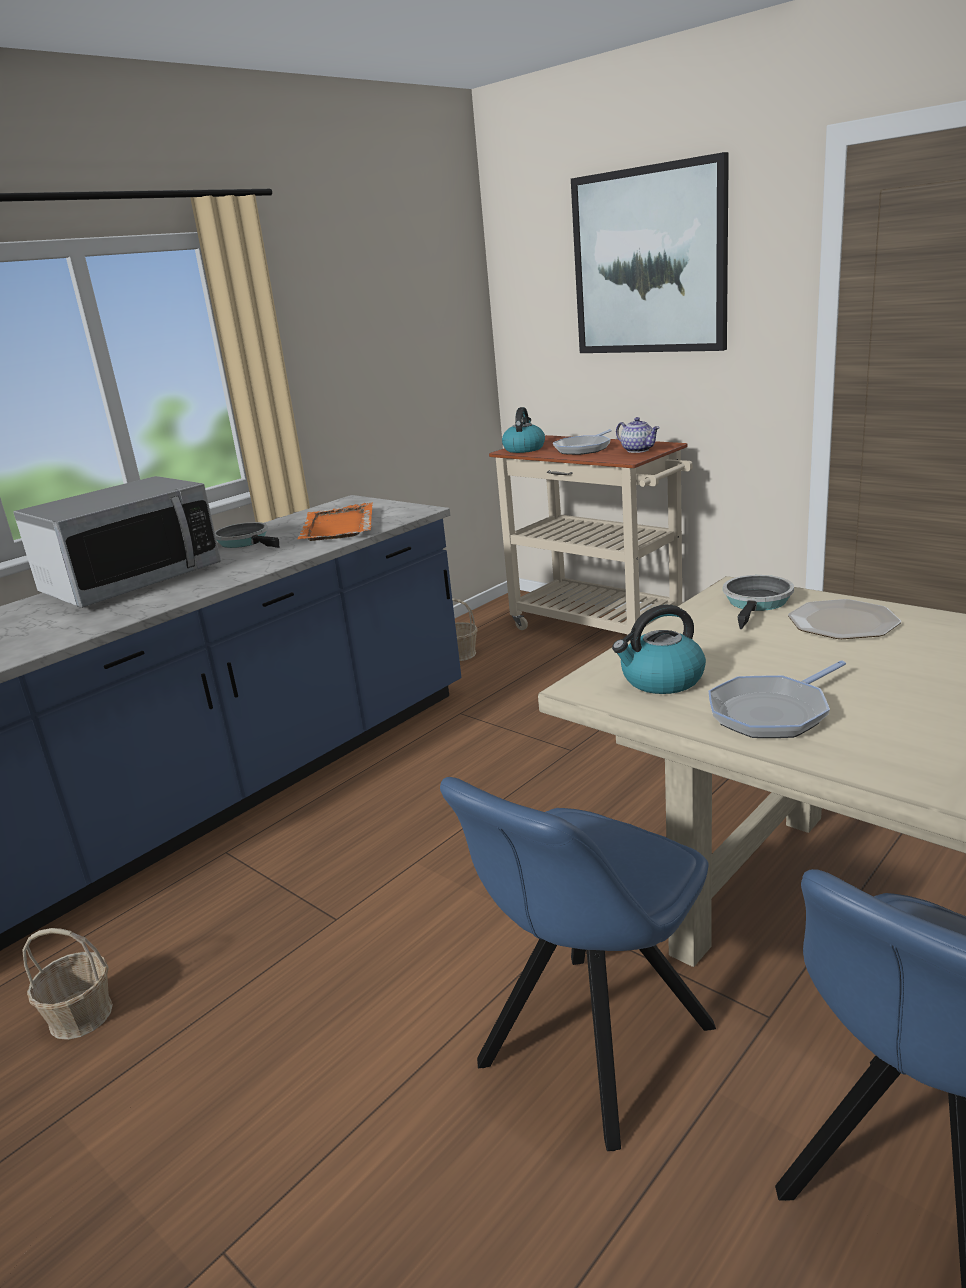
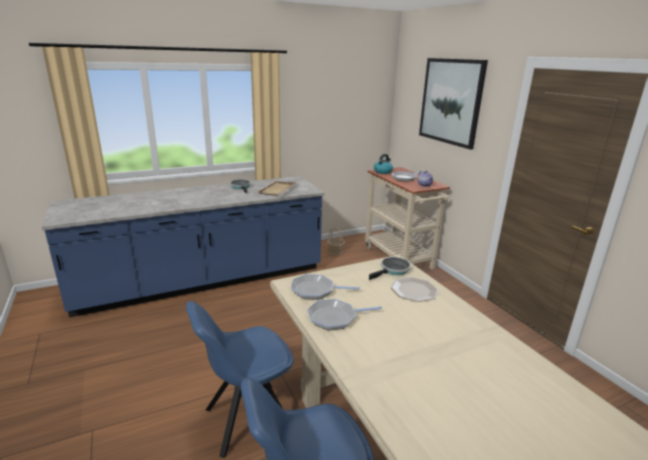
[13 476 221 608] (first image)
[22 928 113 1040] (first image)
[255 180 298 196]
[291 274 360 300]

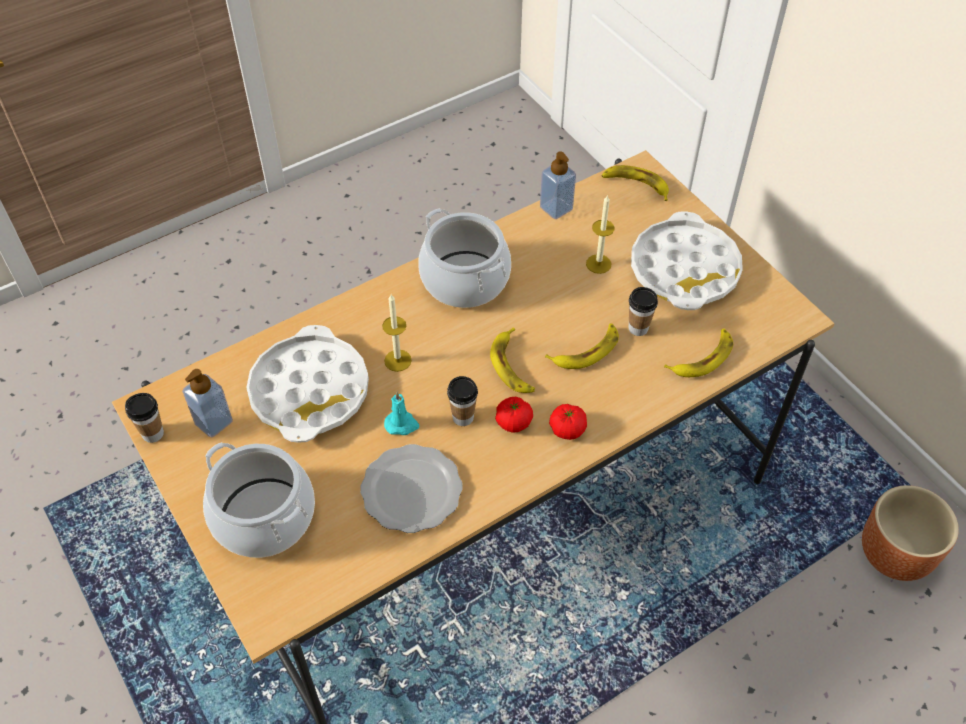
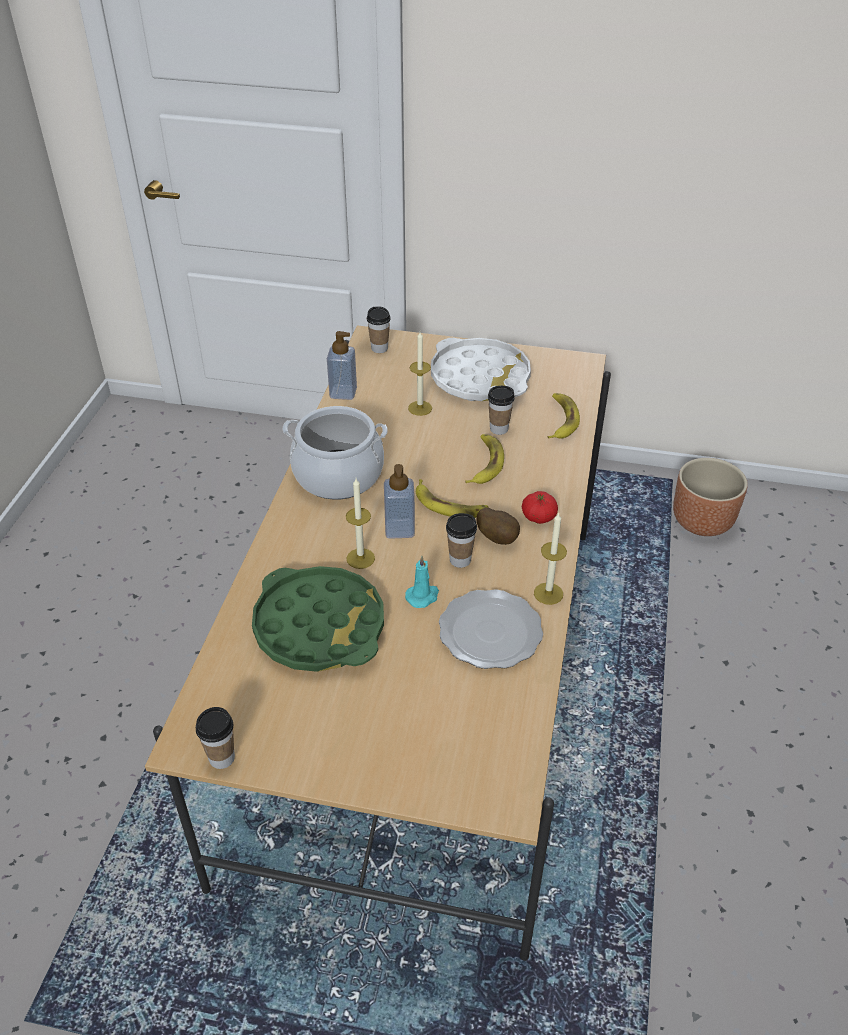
[384 464 415 539]
[203 442 315 558] (first image)
[252 566 384 672]
[477 507 520 545]
[367 306 391 353]
[534 512 567 605]

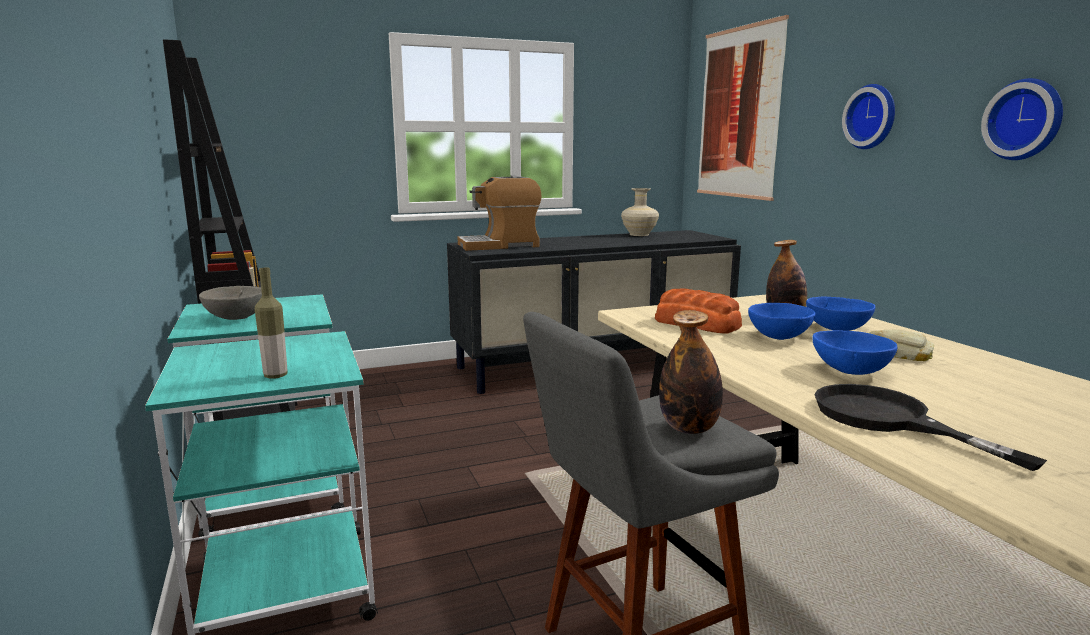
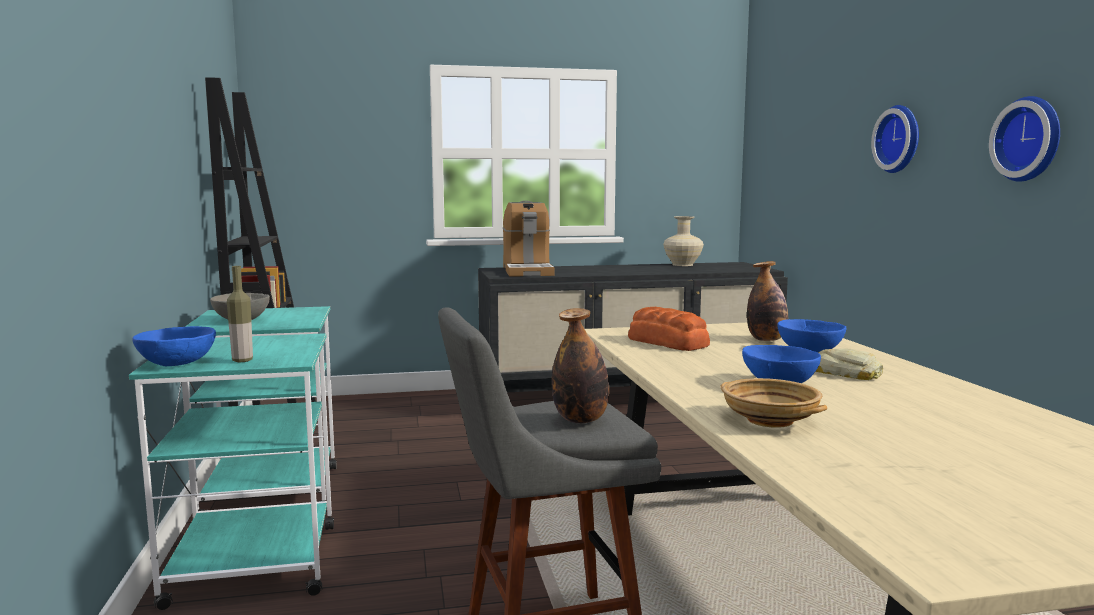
[503 201 554 277]
[697 15 789 201] (first image)
[132 326 216 366]
[720 378 827 428]

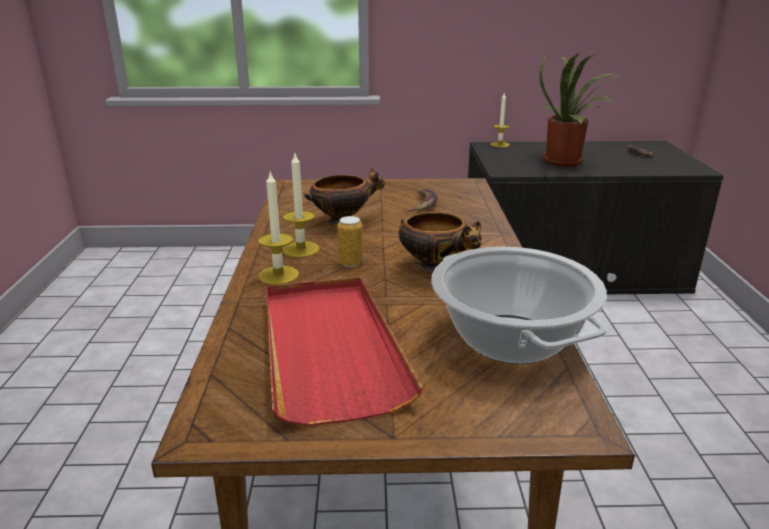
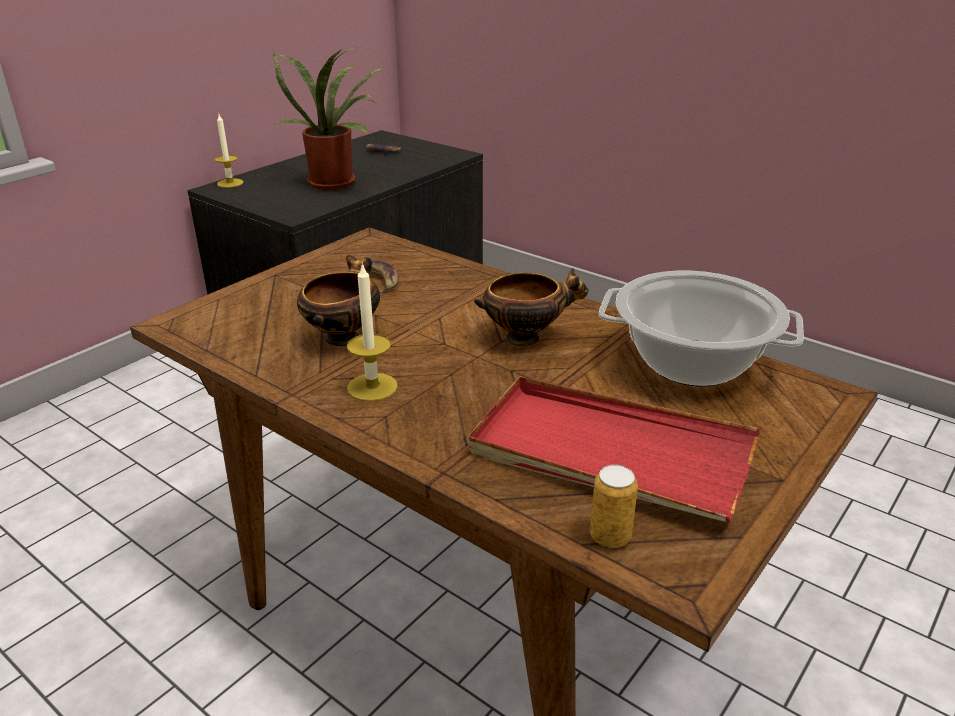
[258 172 299 285] (first image)
[590 465 638 548]

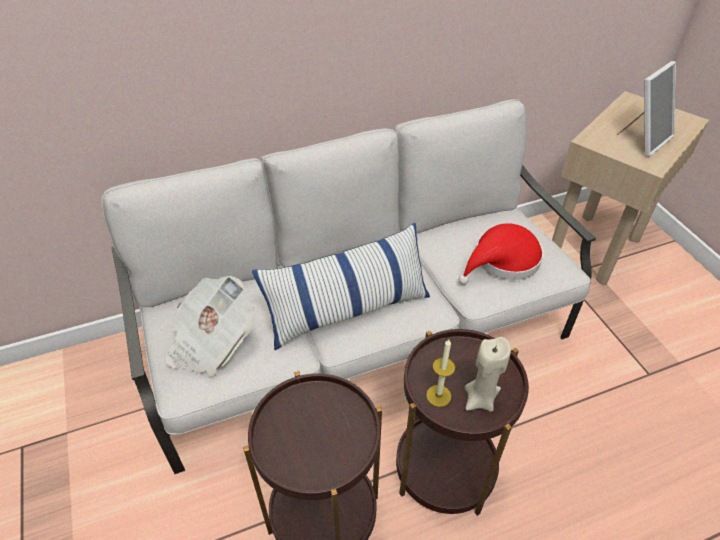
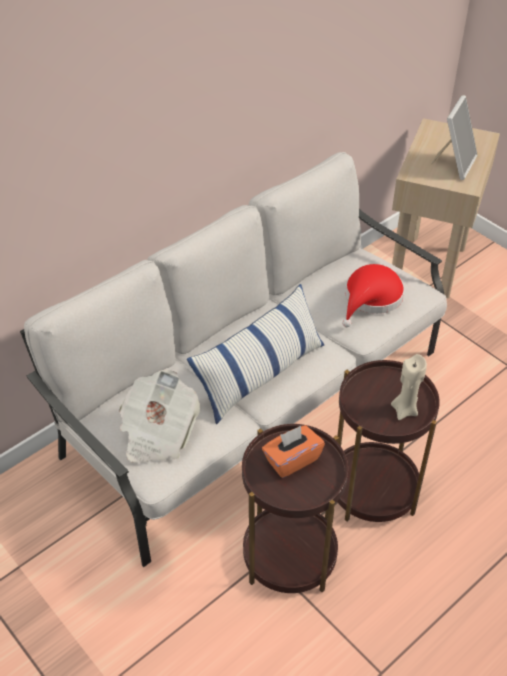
[426 339 455 407] (first image)
[262 425 325 478]

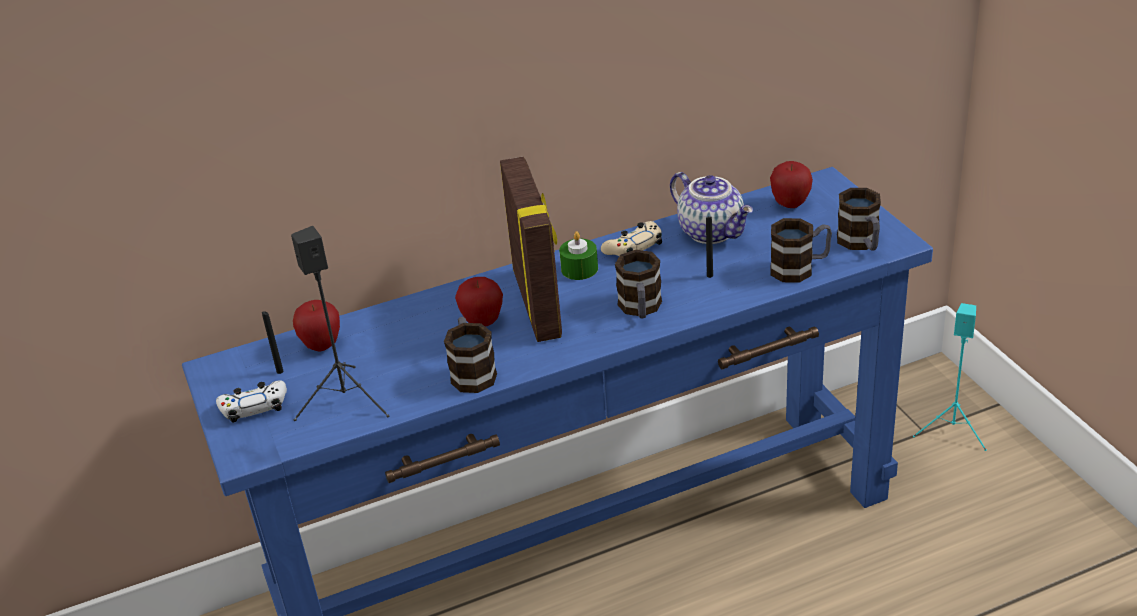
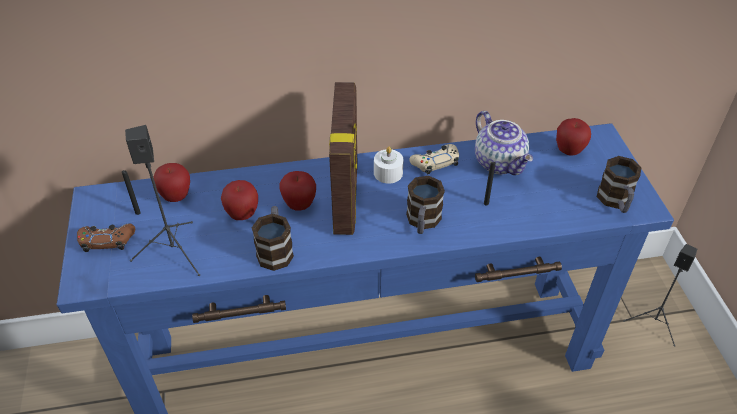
[77 223 135 252]
[374 147 404 183]
[770 218 832 283] (first image)
[623 244 697 347]
[221 180 258 220]

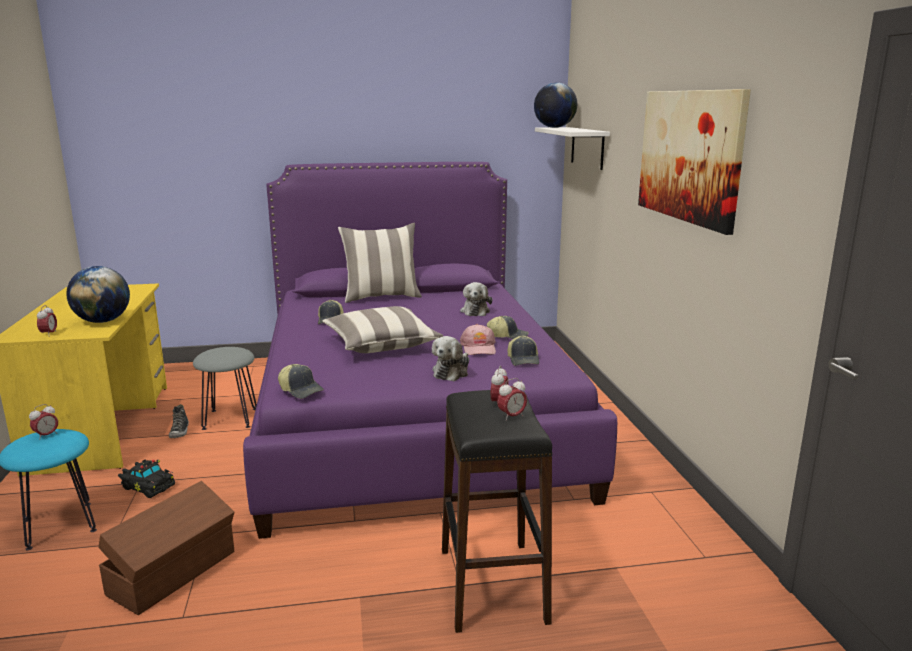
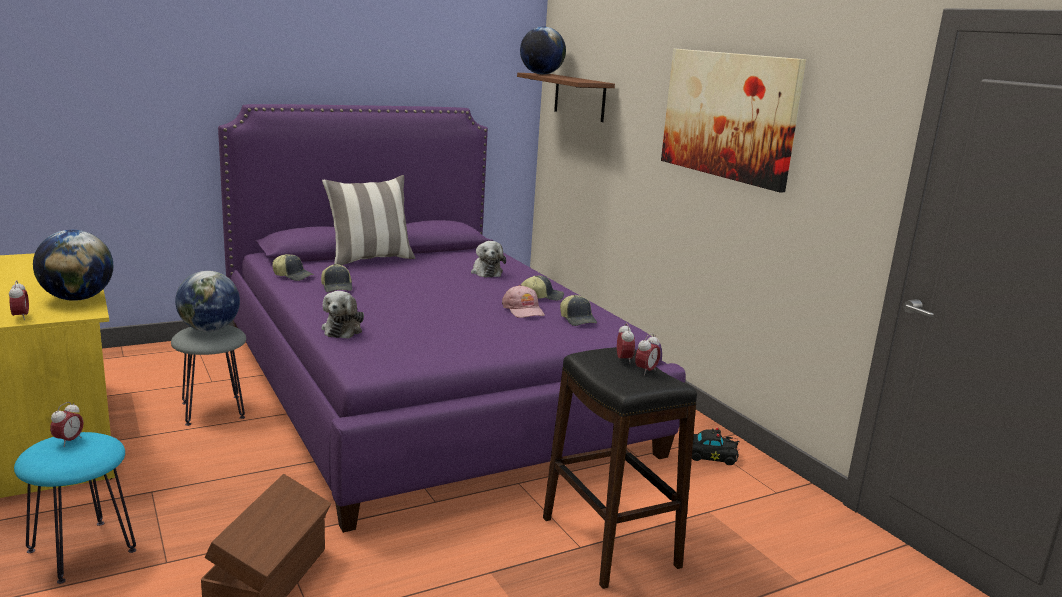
[692 428 740 465]
[169 404 189 438] (first image)
[273 254 314 281]
[323 306 443 353] (first image)
[322 291 364 339]
[517 73 615 122]
[175 271 240 332]

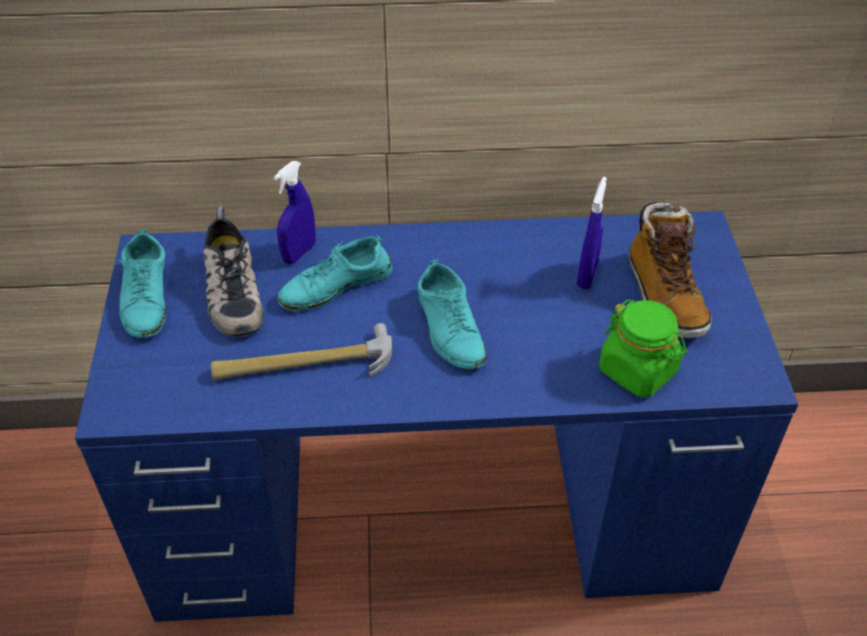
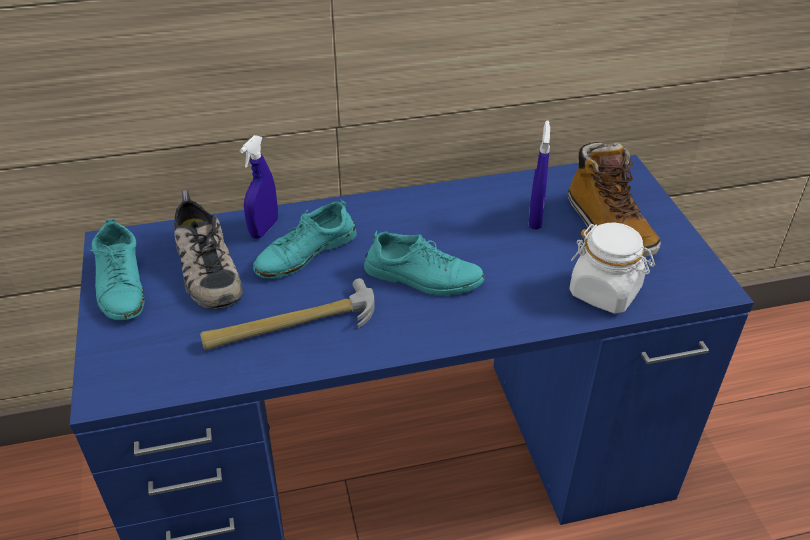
[364 231 485 296]
[570 223 655 314]

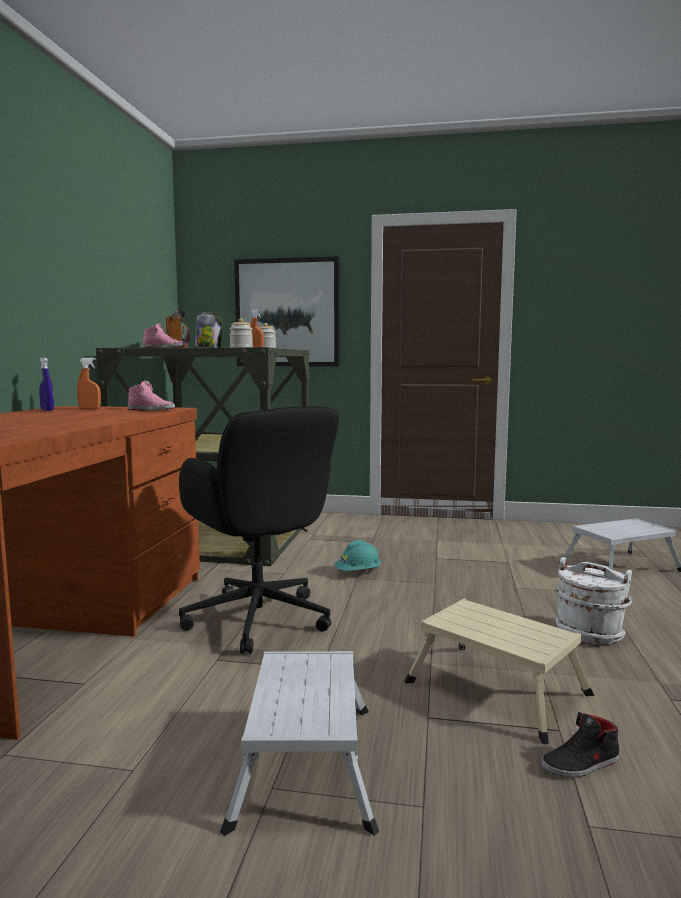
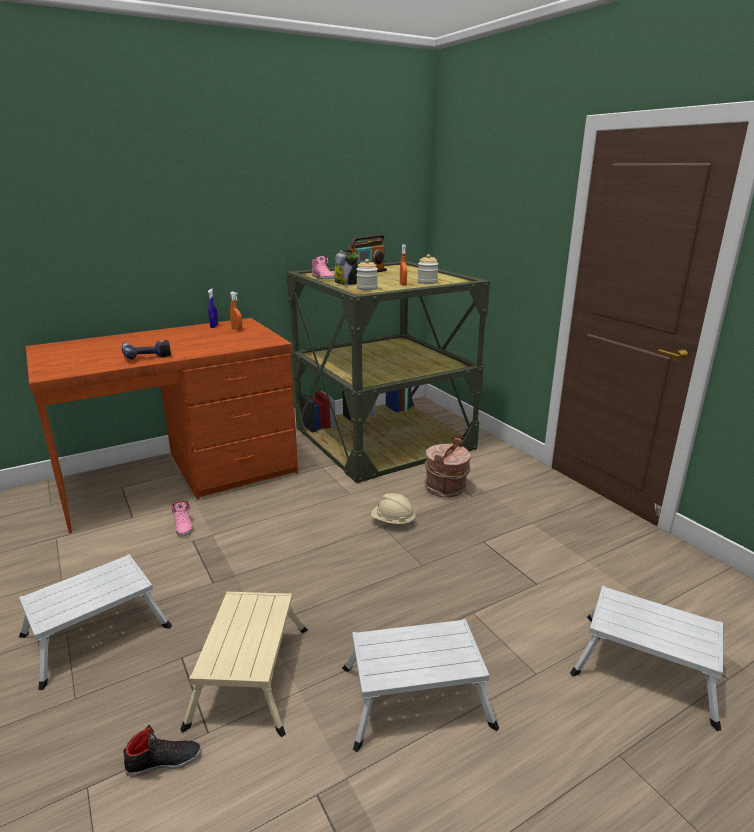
[170 501 193 536]
[179 406 339 654] (first image)
[234 256 339 366] (first image)
[371 493 416 526]
[123 725 202 777]
[342 619 499 752]
[122 340 171 359]
[424 438 471 498]

